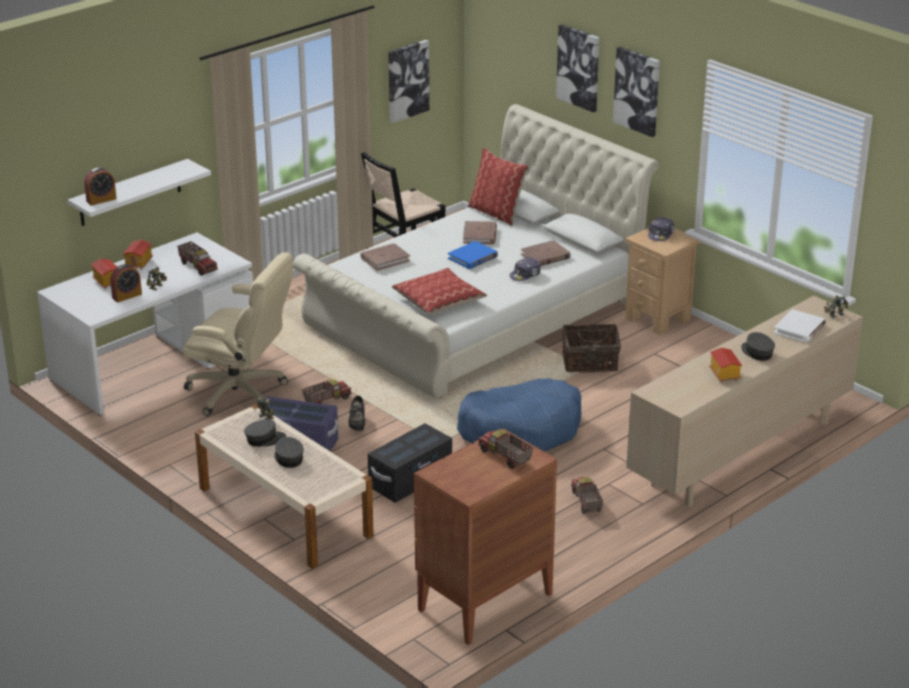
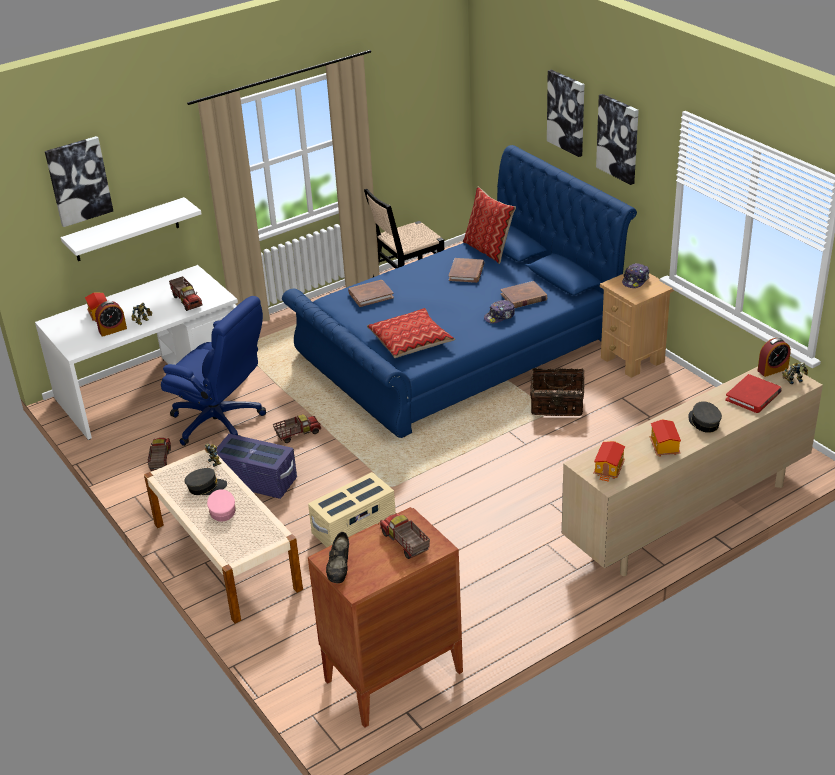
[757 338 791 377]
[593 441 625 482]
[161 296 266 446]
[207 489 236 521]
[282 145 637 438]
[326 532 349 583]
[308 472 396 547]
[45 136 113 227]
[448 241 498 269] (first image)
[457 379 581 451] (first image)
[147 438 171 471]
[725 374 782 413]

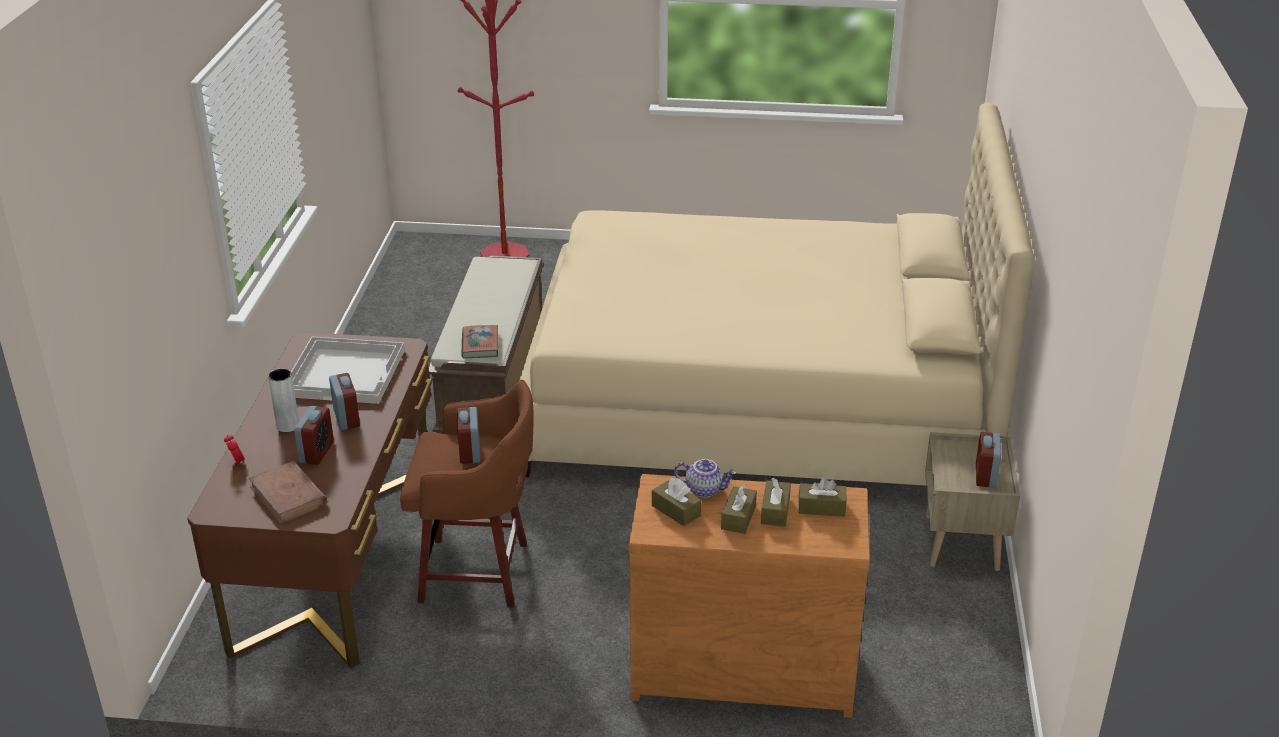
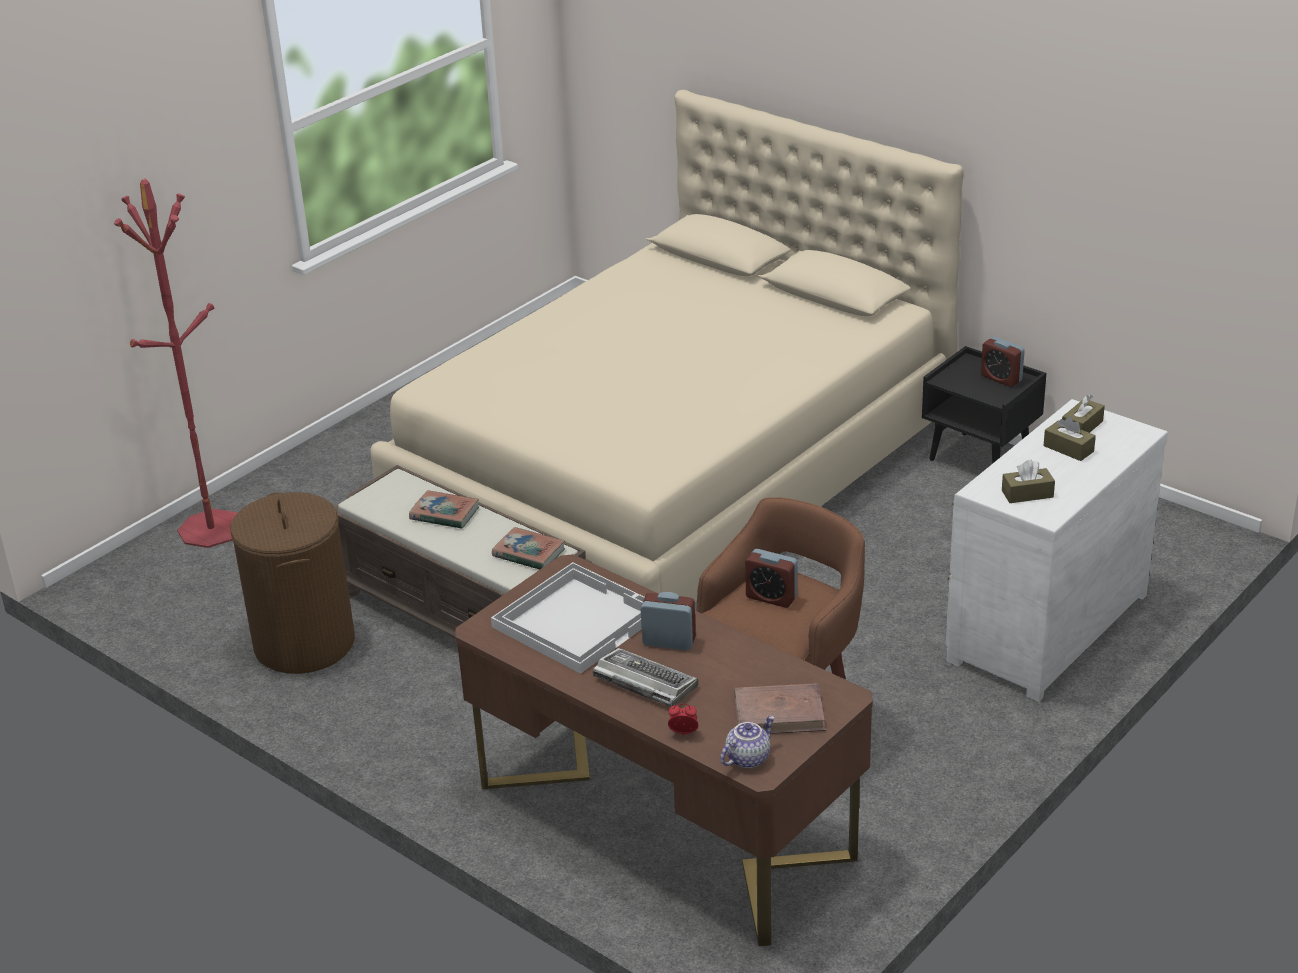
[593 648 698 707]
[294 406 334 465] (first image)
[946 399 1168 702]
[720 716 775 768]
[721 484 757 534] (first image)
[922 346 1047 464]
[230 492 355 674]
[409 490 479 529]

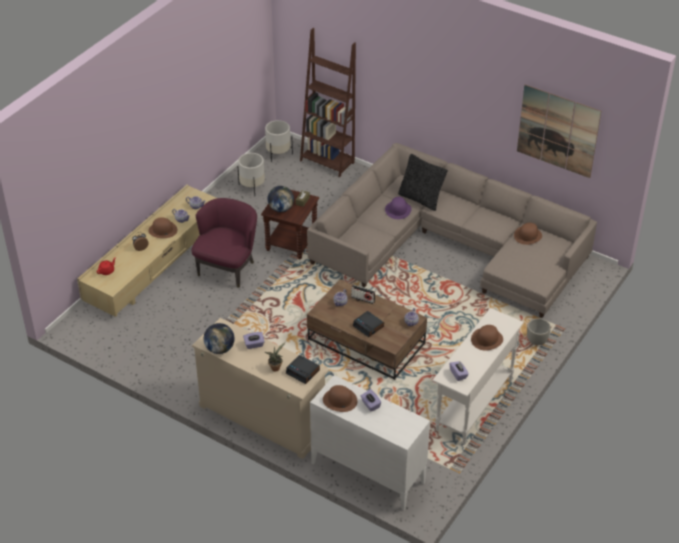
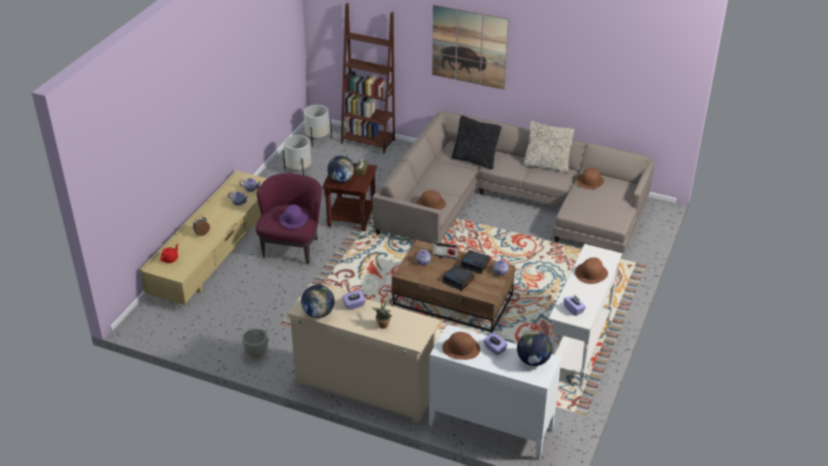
[416 190 446 210]
[460 250 490 274]
[279 204 308 229]
[432 5 508 90]
[242 328 268 358]
[517 331 552 366]
[524 121 574 173]

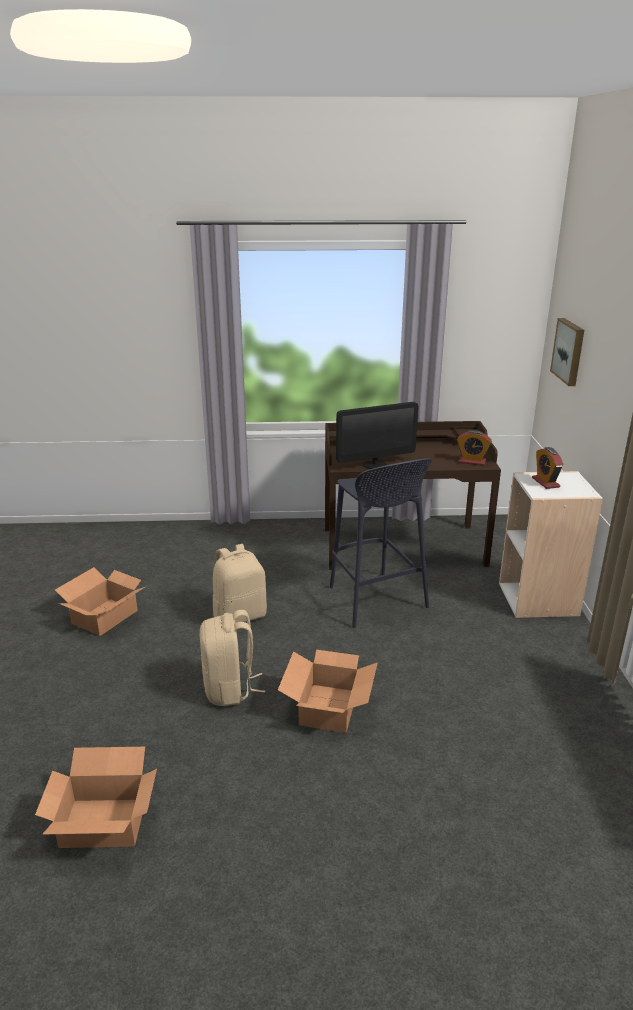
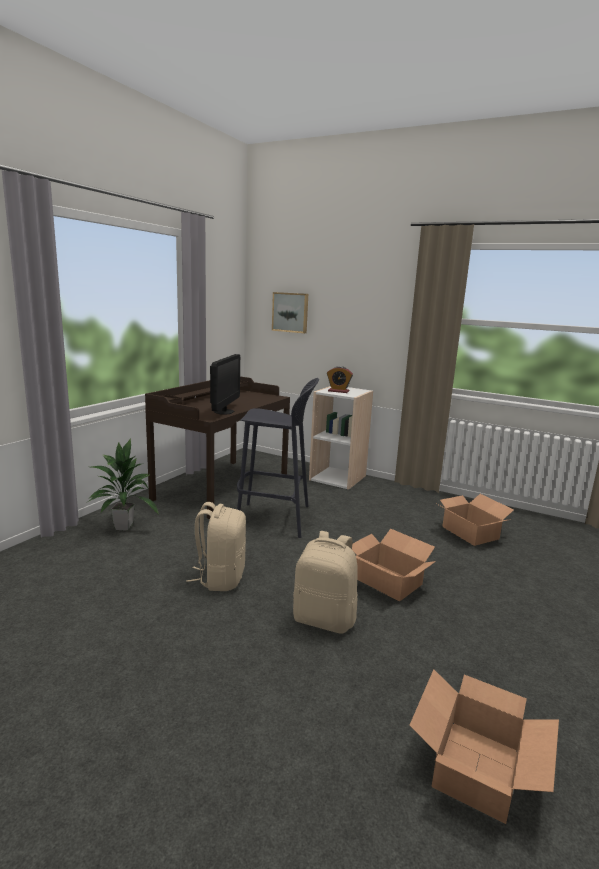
[435 494 514 546]
[457 430 492 466] (first image)
[86 439 159 531]

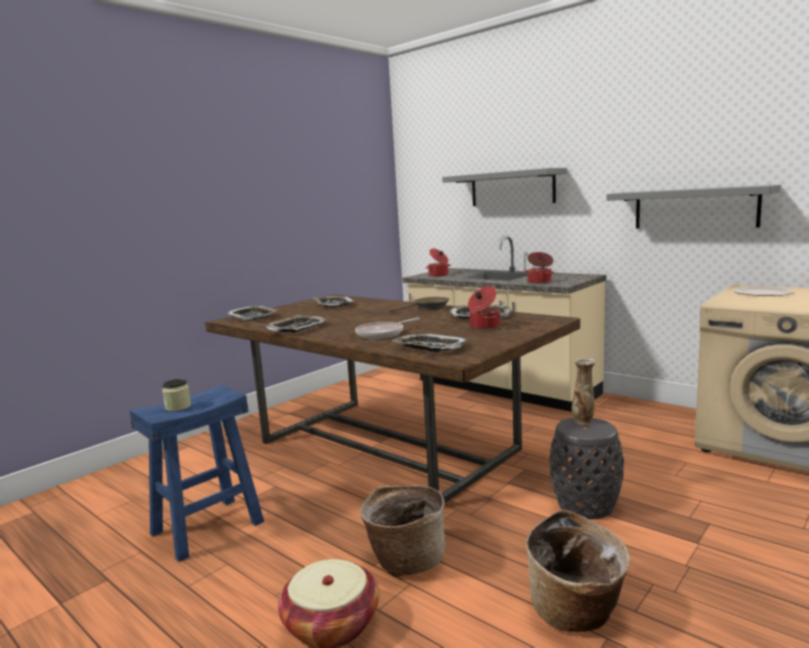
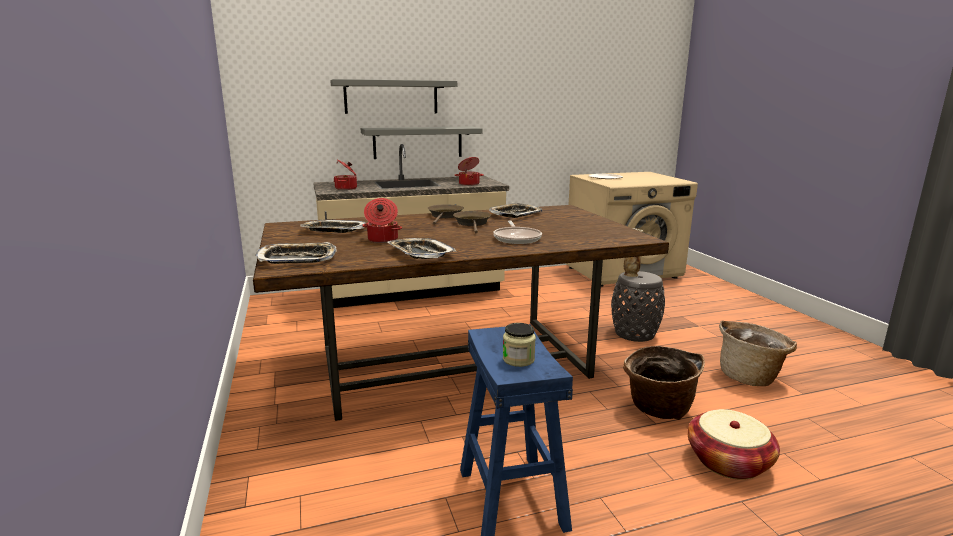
[392 333 468 352] (first image)
[362 198 402 243]
[360 127 482 159]
[453 211 491 233]

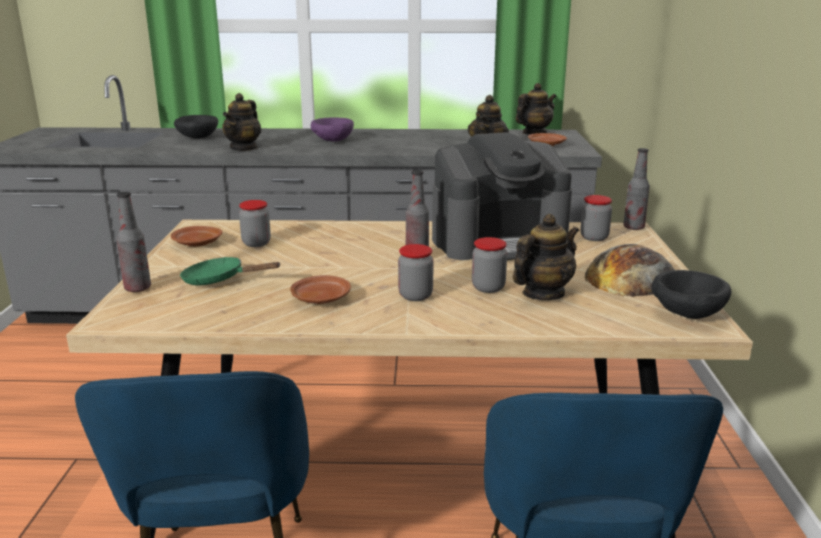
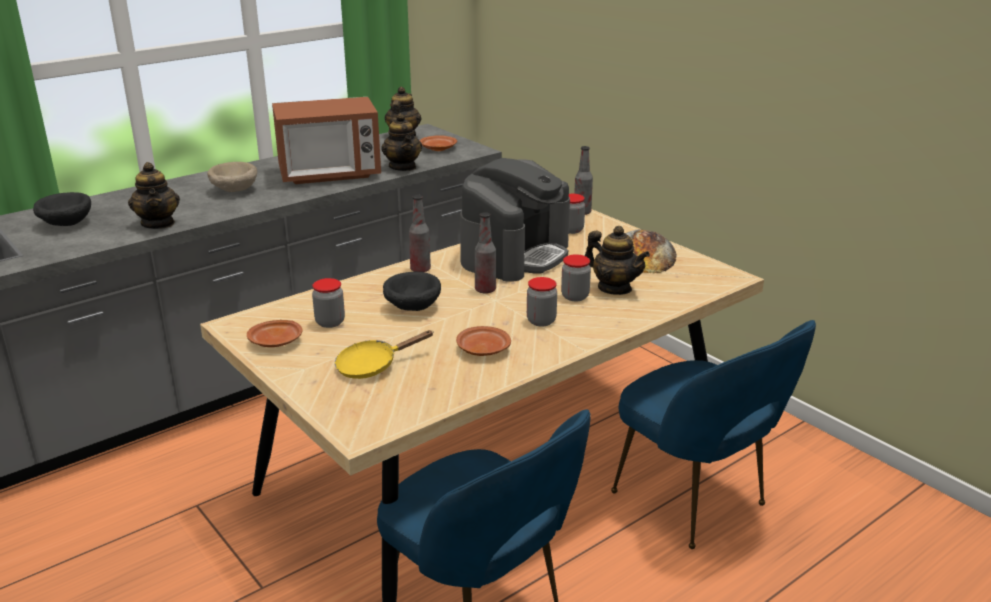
[409 195 431 272]
[335 330 434 379]
[207 162 257 192]
[585 226 650 295]
[383 272 441 311]
[272 97 381 184]

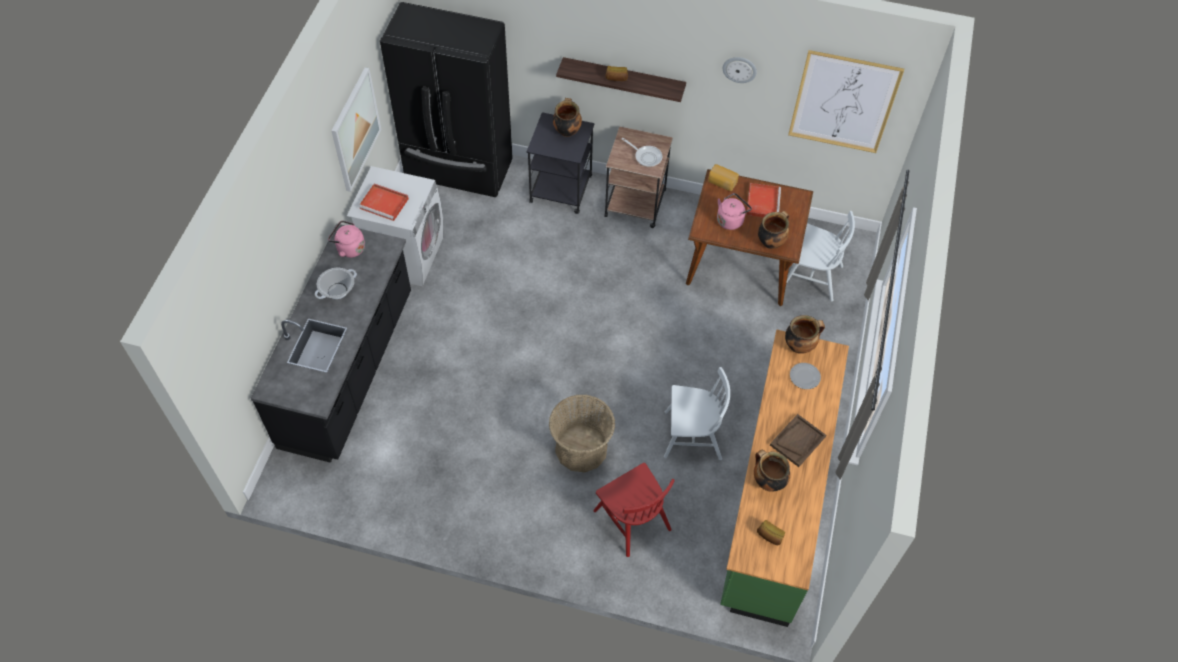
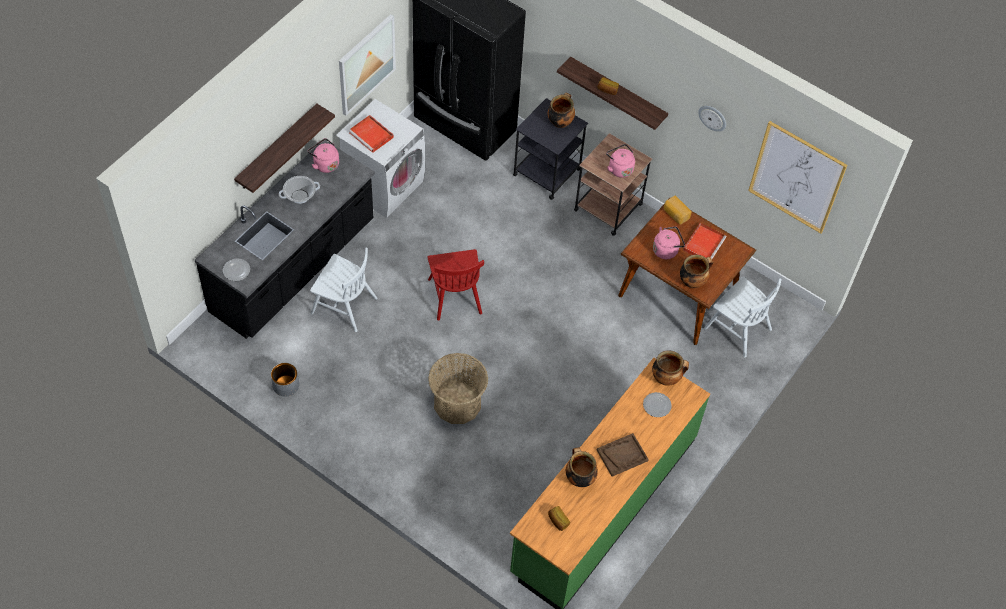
[428 249 484 321]
[606 144 635 178]
[310 248 377 332]
[223 259 250 281]
[234 103 335 193]
[271 363 299 397]

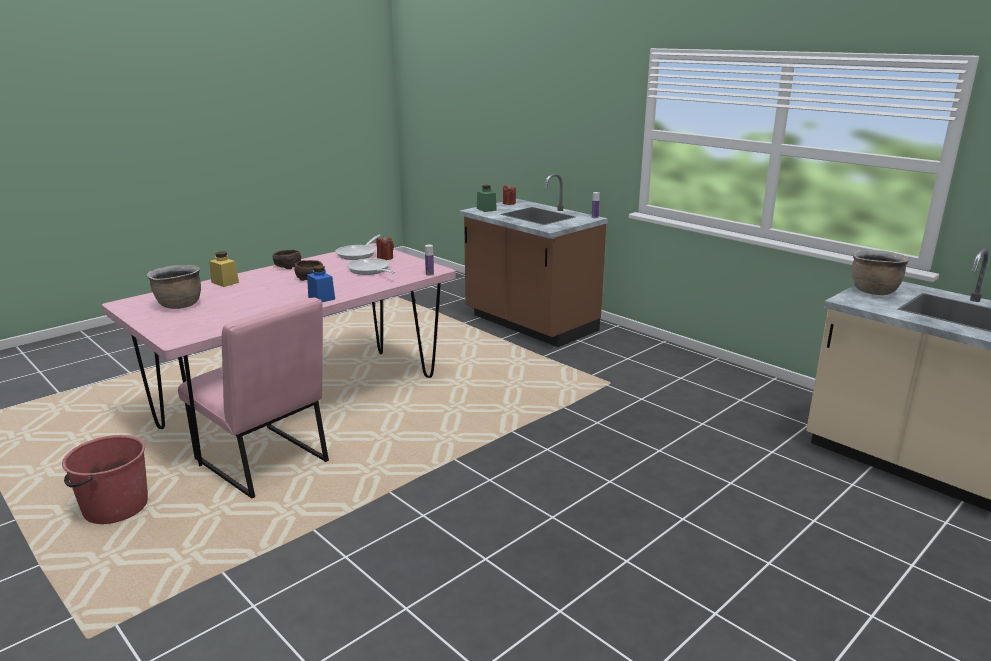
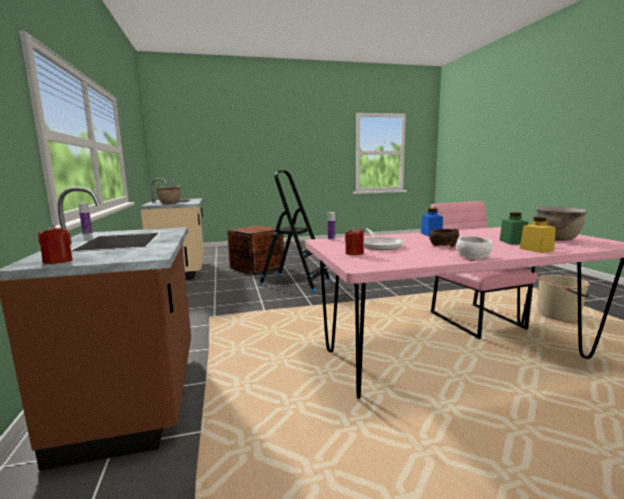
[538 275 590 321]
[456 236 493 259]
[335 235 381 260] (first image)
[499 212 528 245]
[227 225 284 275]
[259 170 331 292]

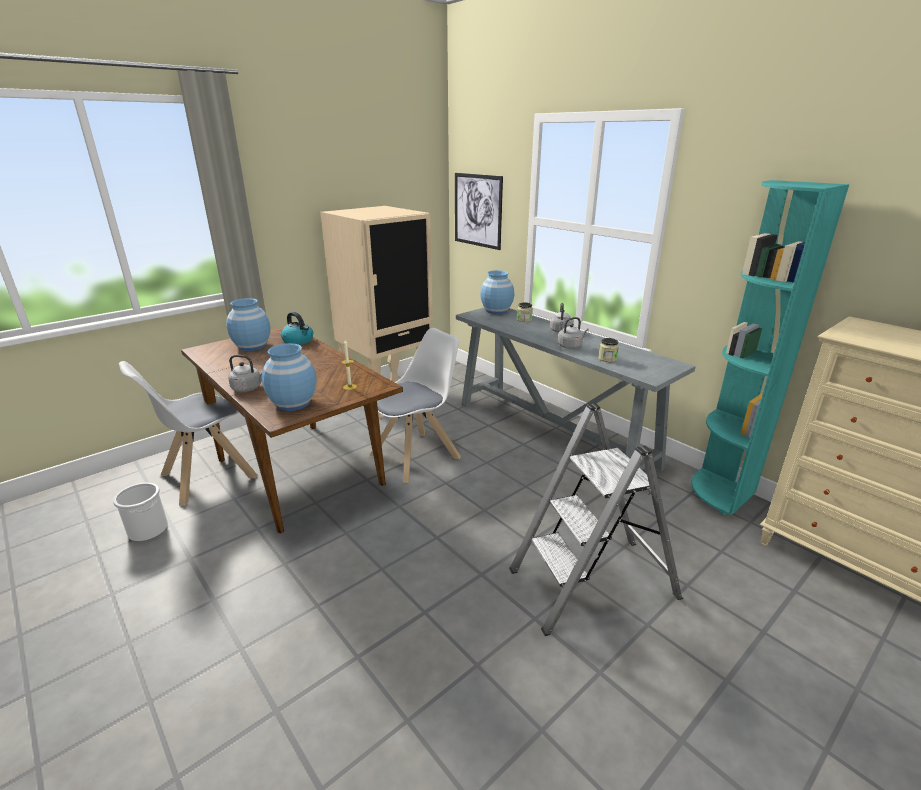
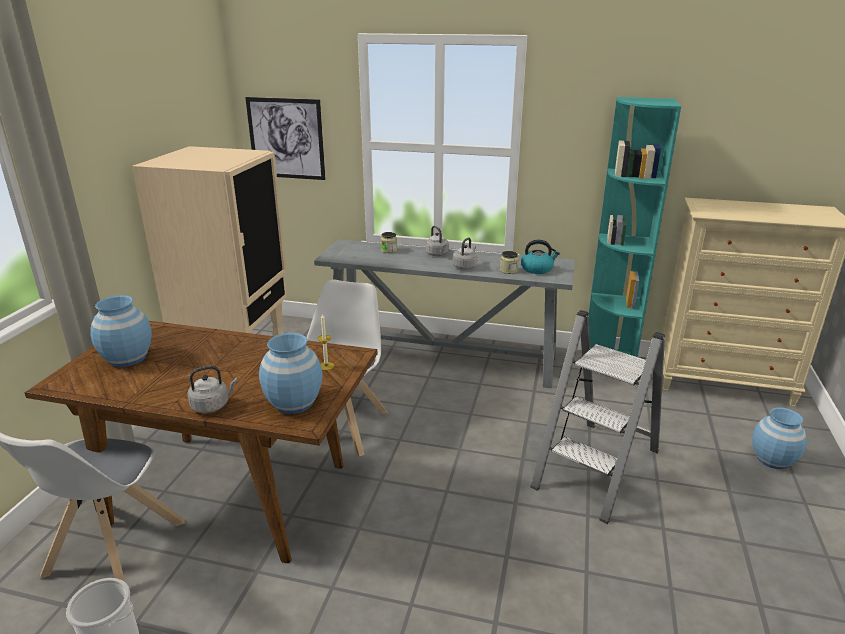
[521 240 560 274]
[752 407 807 469]

